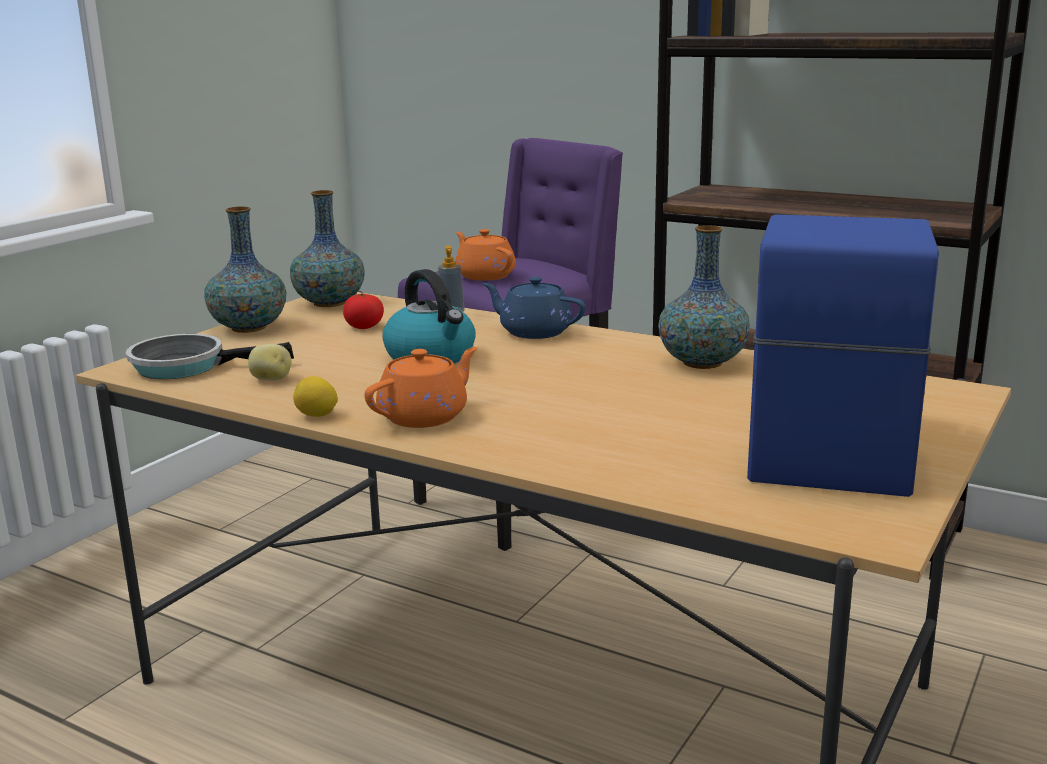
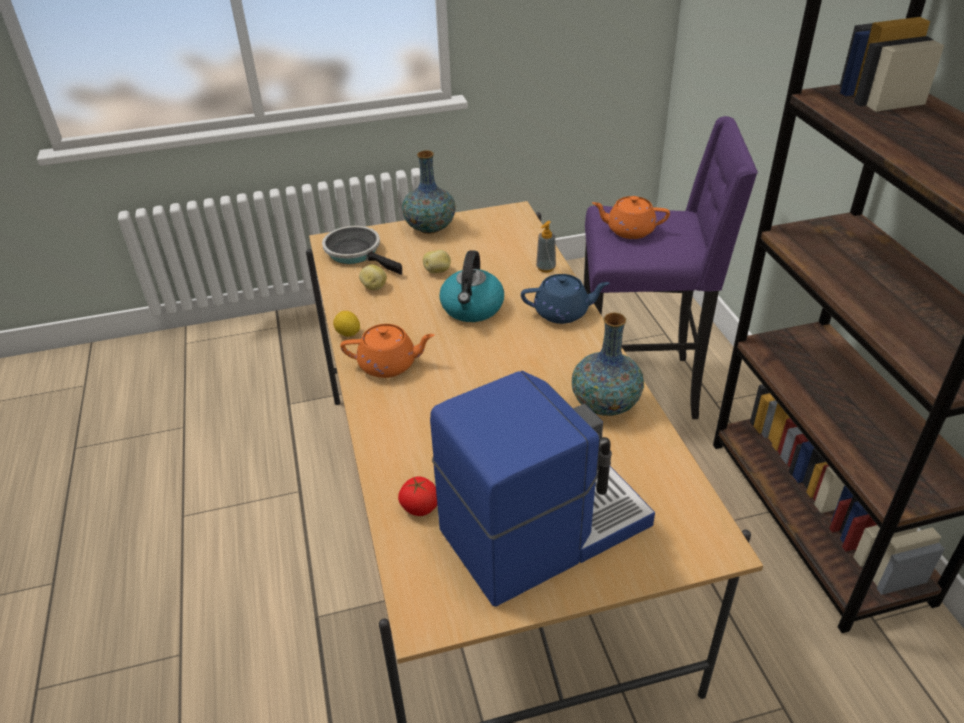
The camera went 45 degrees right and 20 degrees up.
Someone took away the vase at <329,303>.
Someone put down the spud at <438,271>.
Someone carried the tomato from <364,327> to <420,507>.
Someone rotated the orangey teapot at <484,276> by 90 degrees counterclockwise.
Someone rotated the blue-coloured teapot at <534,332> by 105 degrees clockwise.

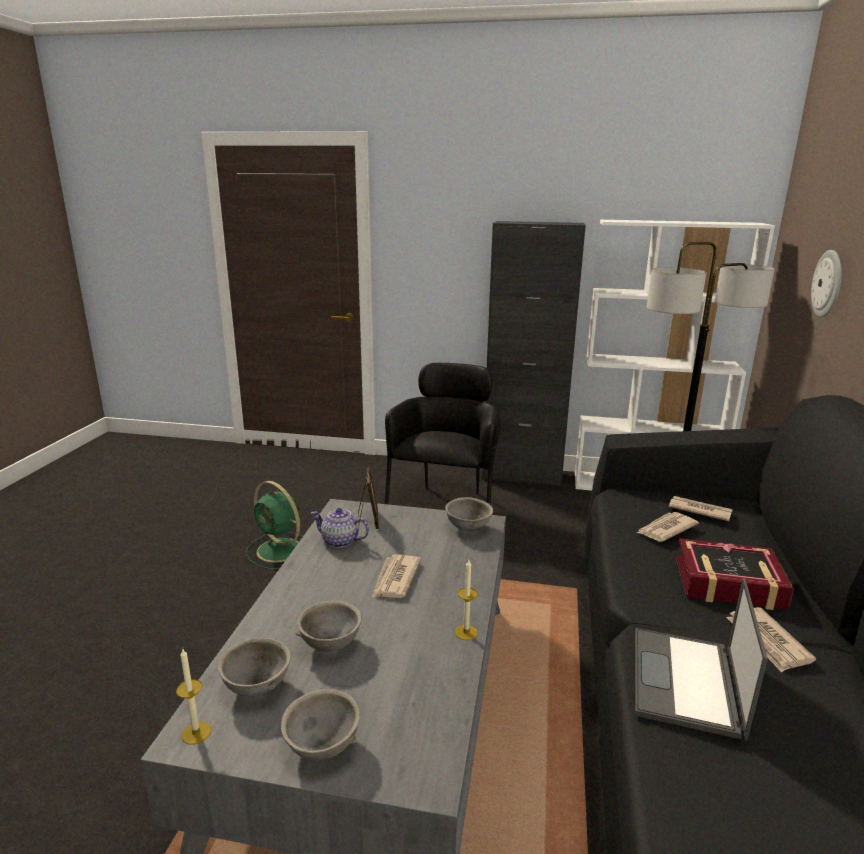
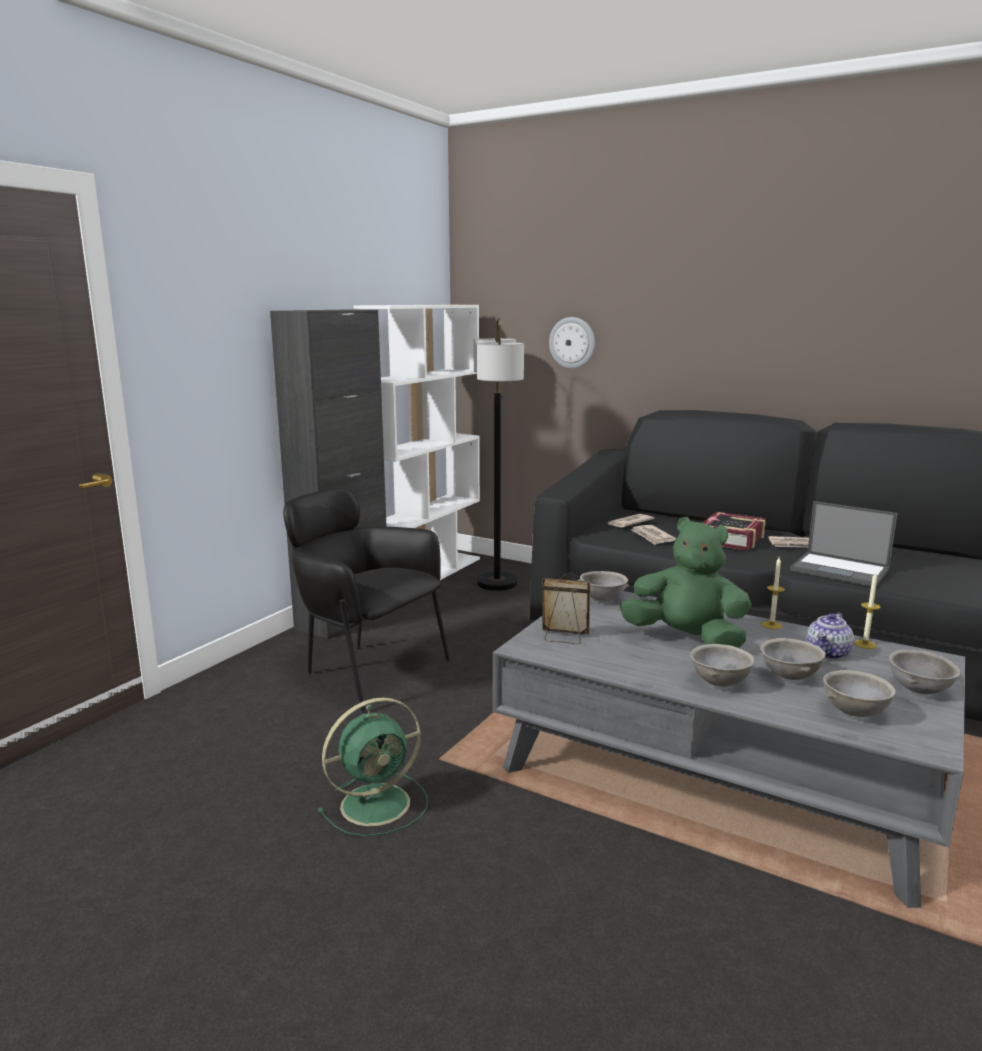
The camera went 70 degrees left and 5 degrees down.
Someone put down the greyish serving bowl at <719,683>.
Someone carried the wax light from <196,733> to <865,644>.
Someone carried the teapot from <339,541> to <828,653>.
Someone swapped the newspaper at <395,579> for the green-coloured plush toy at <686,639>.

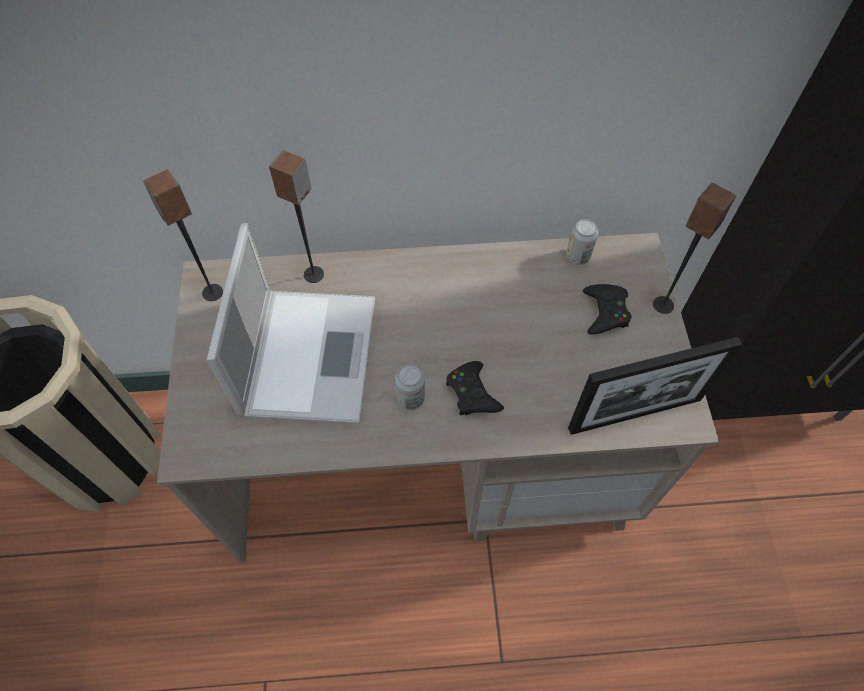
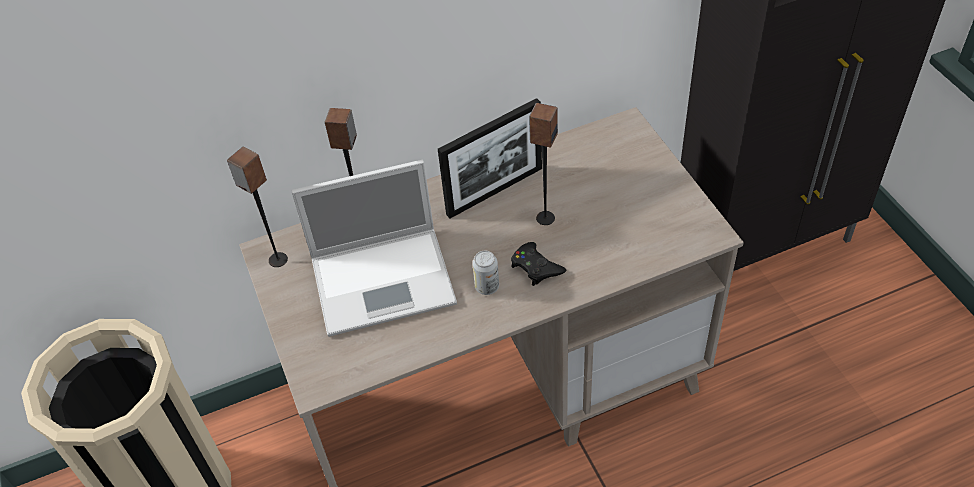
The camera went 15 degrees left and 10 degrees down.
Someone took away the sealed can at <578,256>.
Someone took away the black joypad at <605,312>.
Someone carried the picture frame from <635,414> to <494,191>.
Someone carried the audio speaker from <662,304> to <545,218>.
Someone rotated the laptop at <309,353> by 90 degrees clockwise.

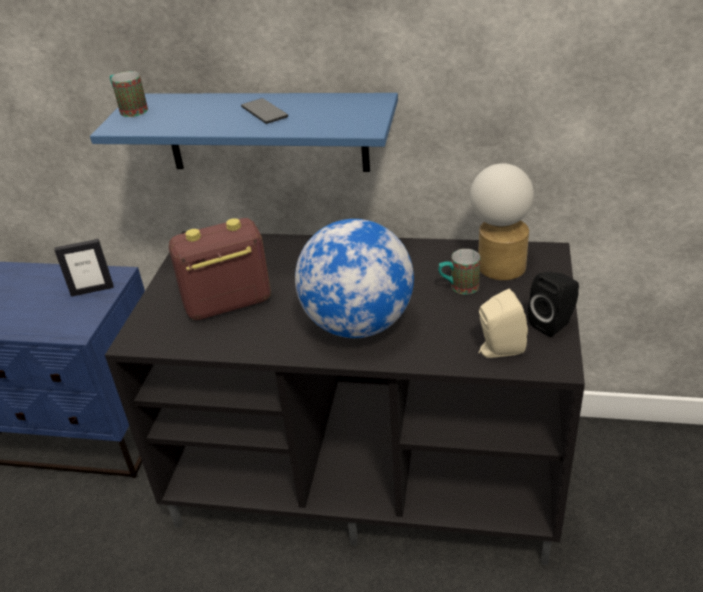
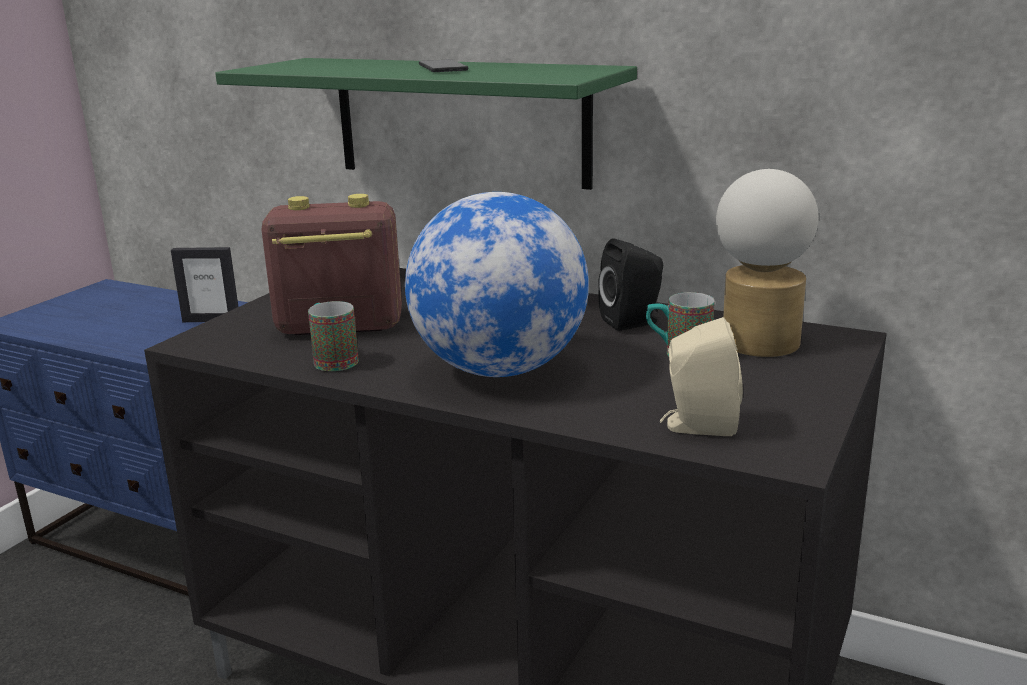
The camera went 15 degrees right and 15 degrees down.
Someone carried the coffee mug from <130,110> to <332,359>.
Someone carried the black audio speaker from <553,324> to <633,322>.
Someone repainted the blue-coloured wall shelf at <266,132>, which became the green-coloured wall shelf at <459,121>.

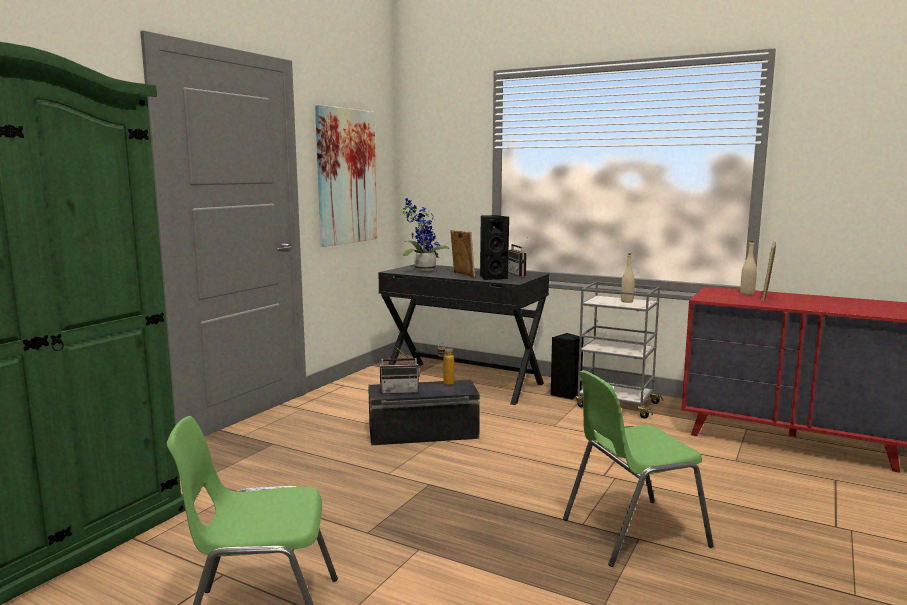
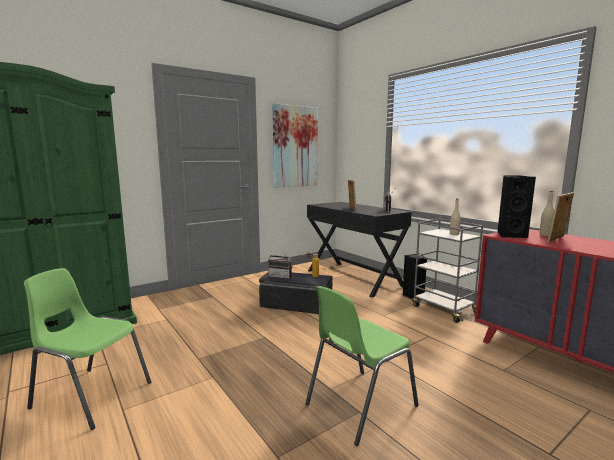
The camera went 25 degrees right and 0 degrees up.
Someone took away the potted plant at <422,269>.
Someone carried the black audio speaker from <492,277> to <510,235>.
Someone rotated the green-coloured plain chair at <631,532> by 45 degrees counterclockwise.

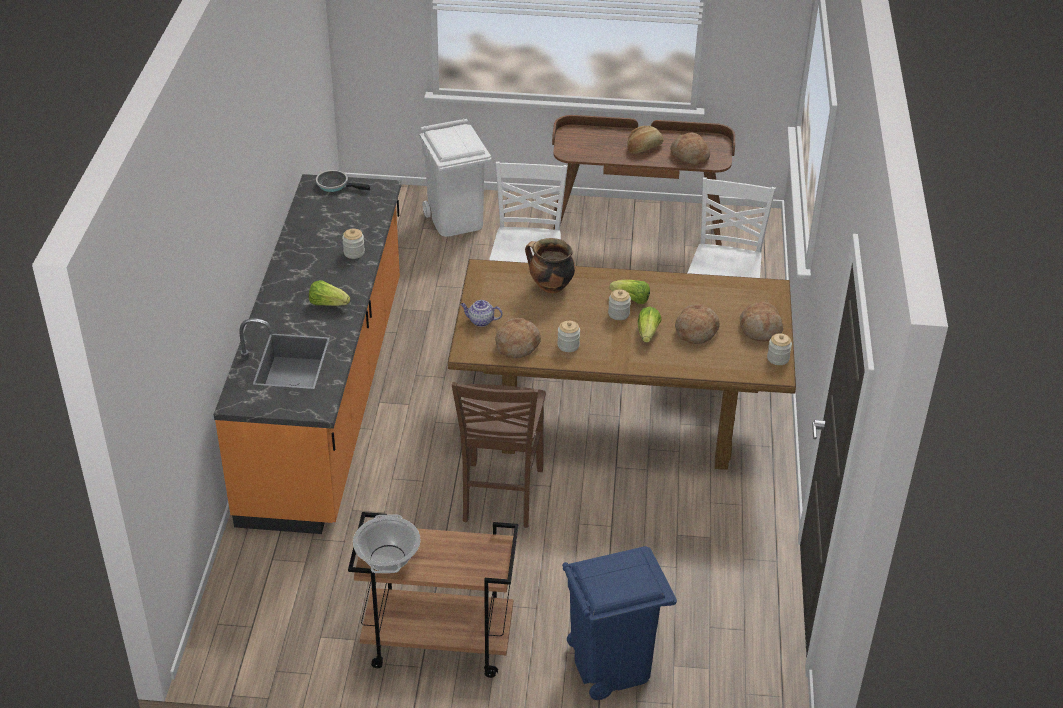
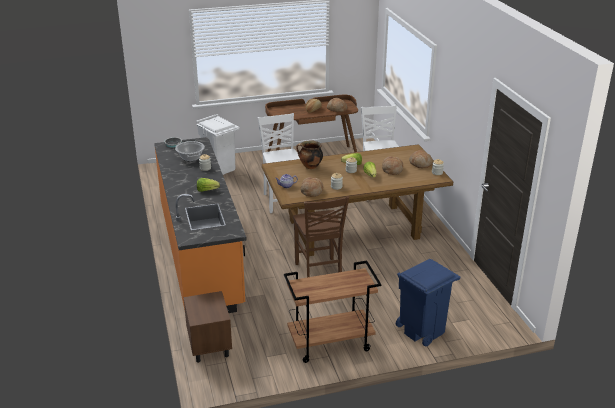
The camera went 20 degrees left and 10 degrees down.
Someone put down the brown bedside table at <209,346>.
Someone carried the stockpot from <387,558> to <190,157>.

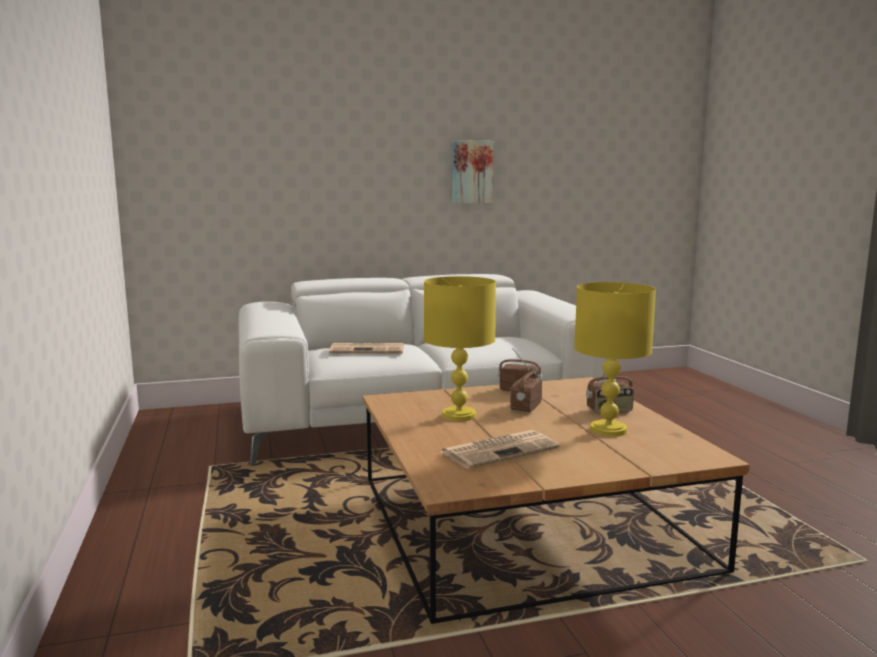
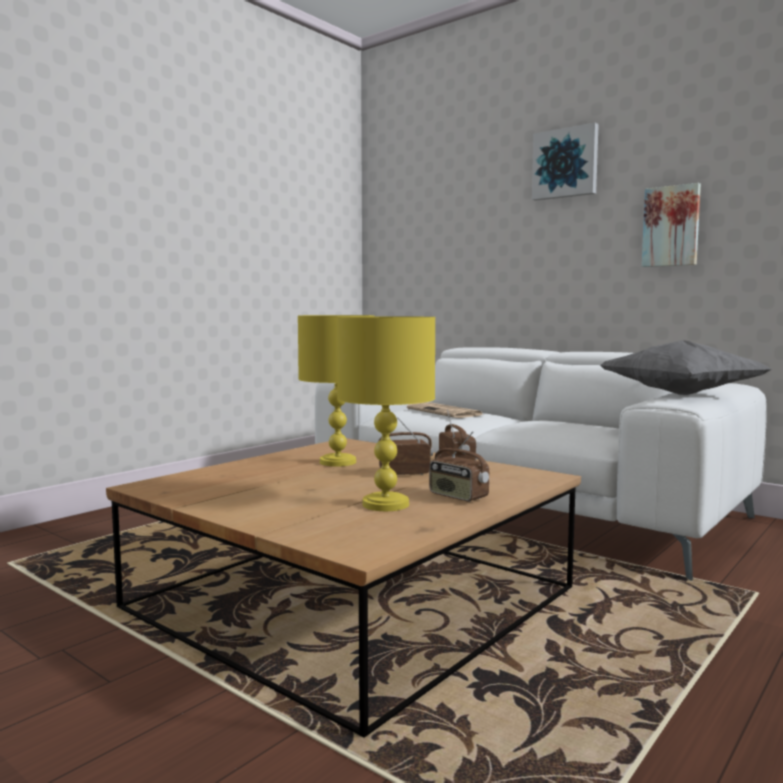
The camera went 55 degrees right and 5 degrees down.
Someone took away the newspaper at <500,450>.
Someone put up the picture at <565,163>.
Someone put down the greyish pillow at <680,394>.

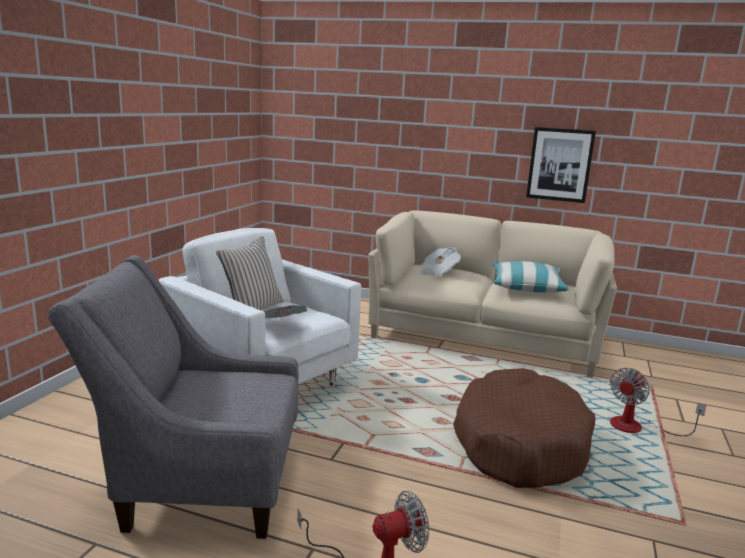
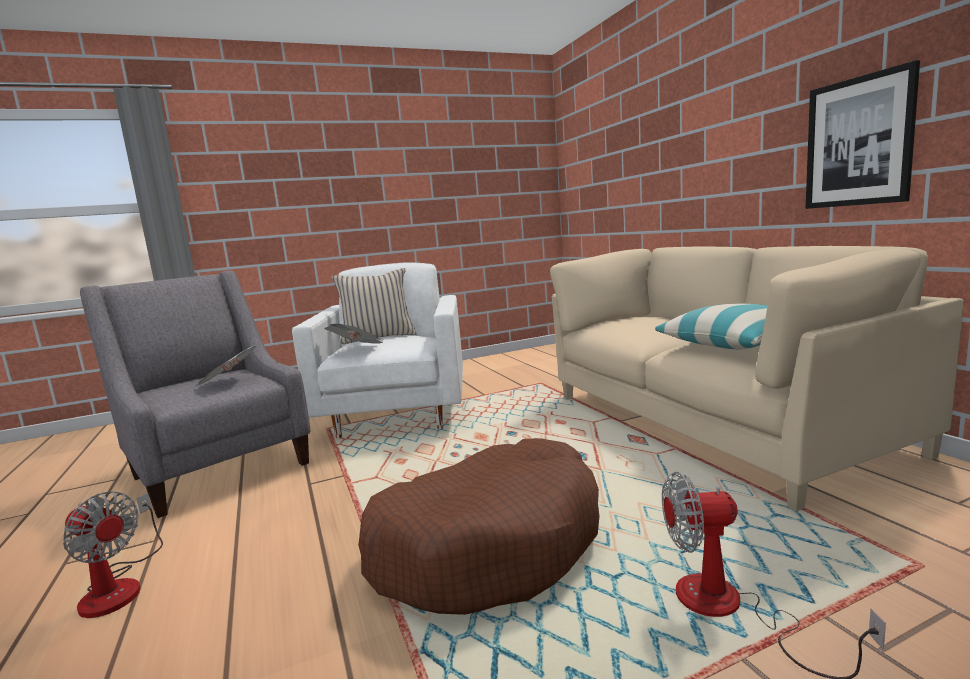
The camera went 50 degrees right and 5 degrees down.
Someone carried the newspaper from <437,272> to <228,382>.

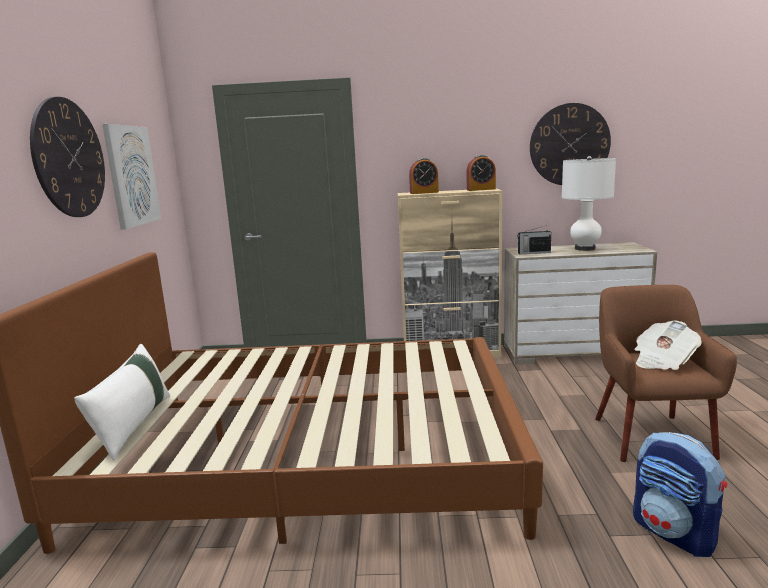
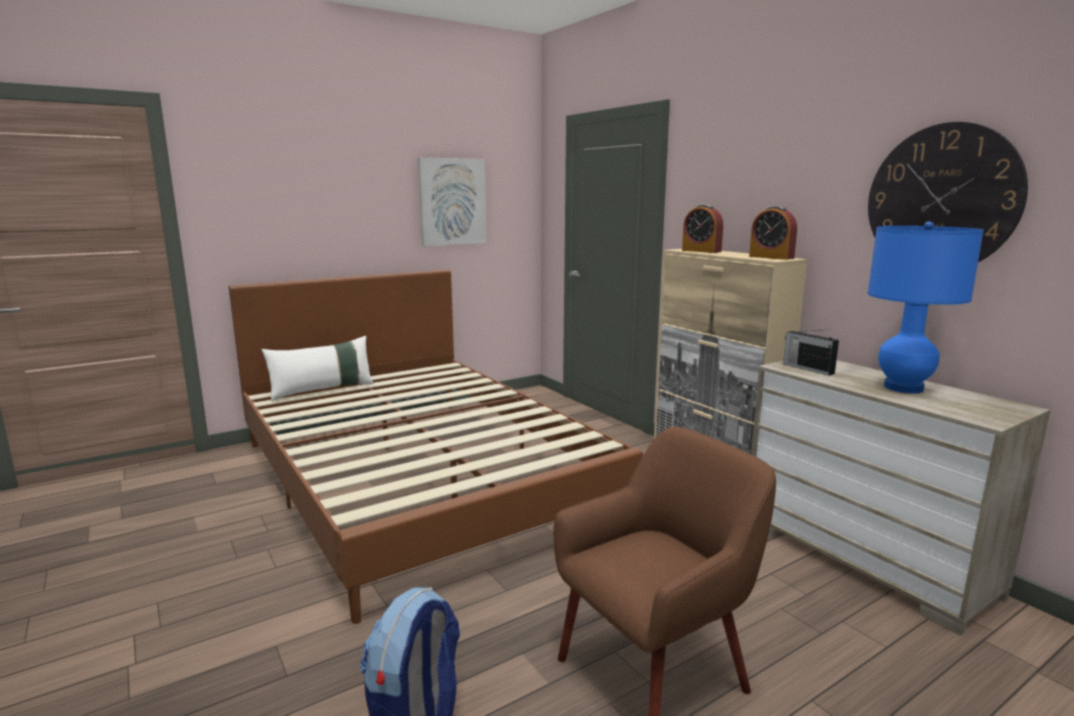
The camera went 55 degrees right and 0 degrees up.
Someone took away the clock on the wall at <69,158>.
Someone took away the newspaper at <662,361>.
Someone repainted the white-coloured lamp for a table at <585,249>, which became the blue-coloured lamp for a table at <903,388>.

